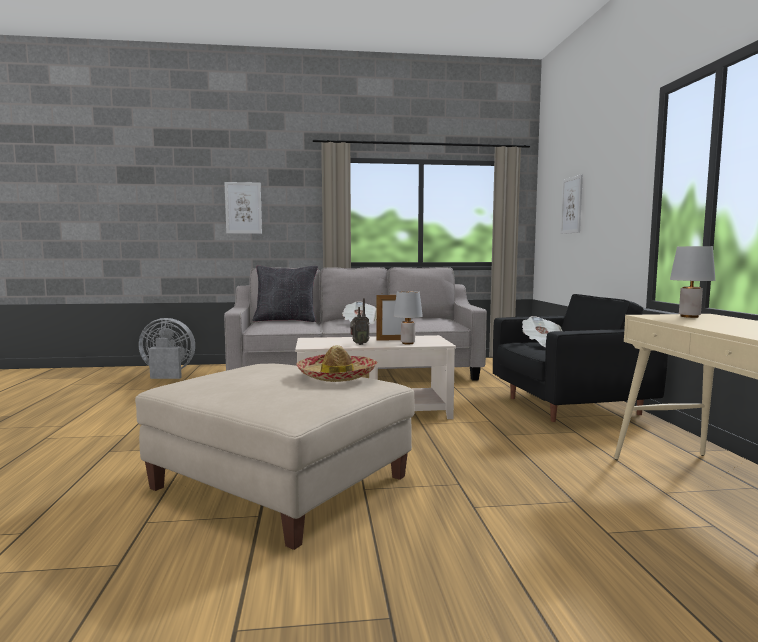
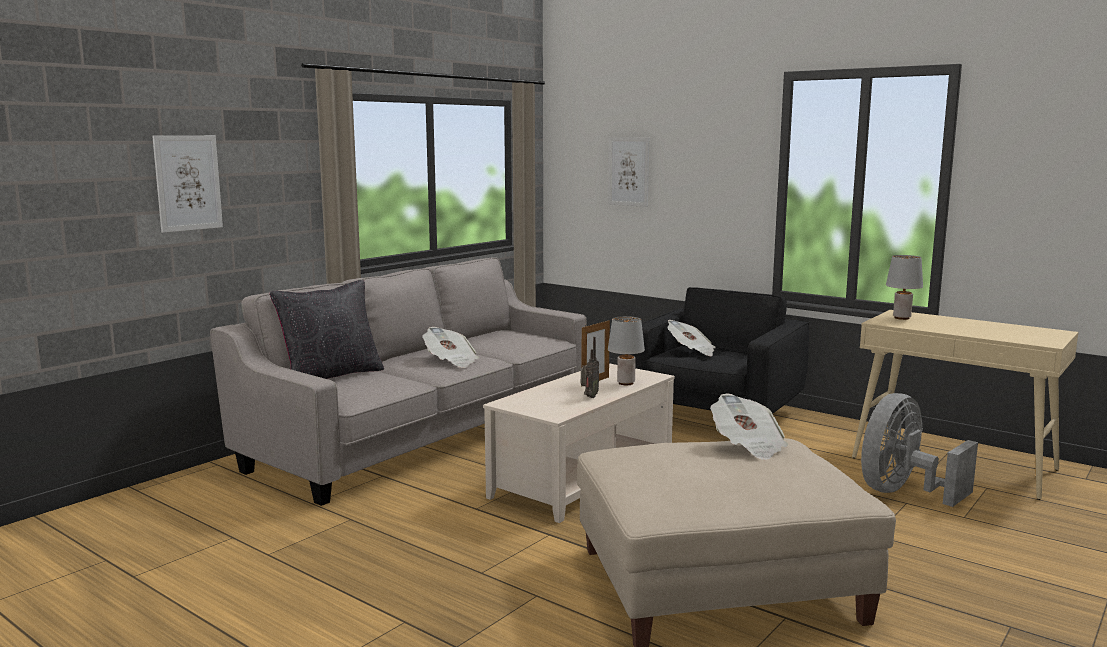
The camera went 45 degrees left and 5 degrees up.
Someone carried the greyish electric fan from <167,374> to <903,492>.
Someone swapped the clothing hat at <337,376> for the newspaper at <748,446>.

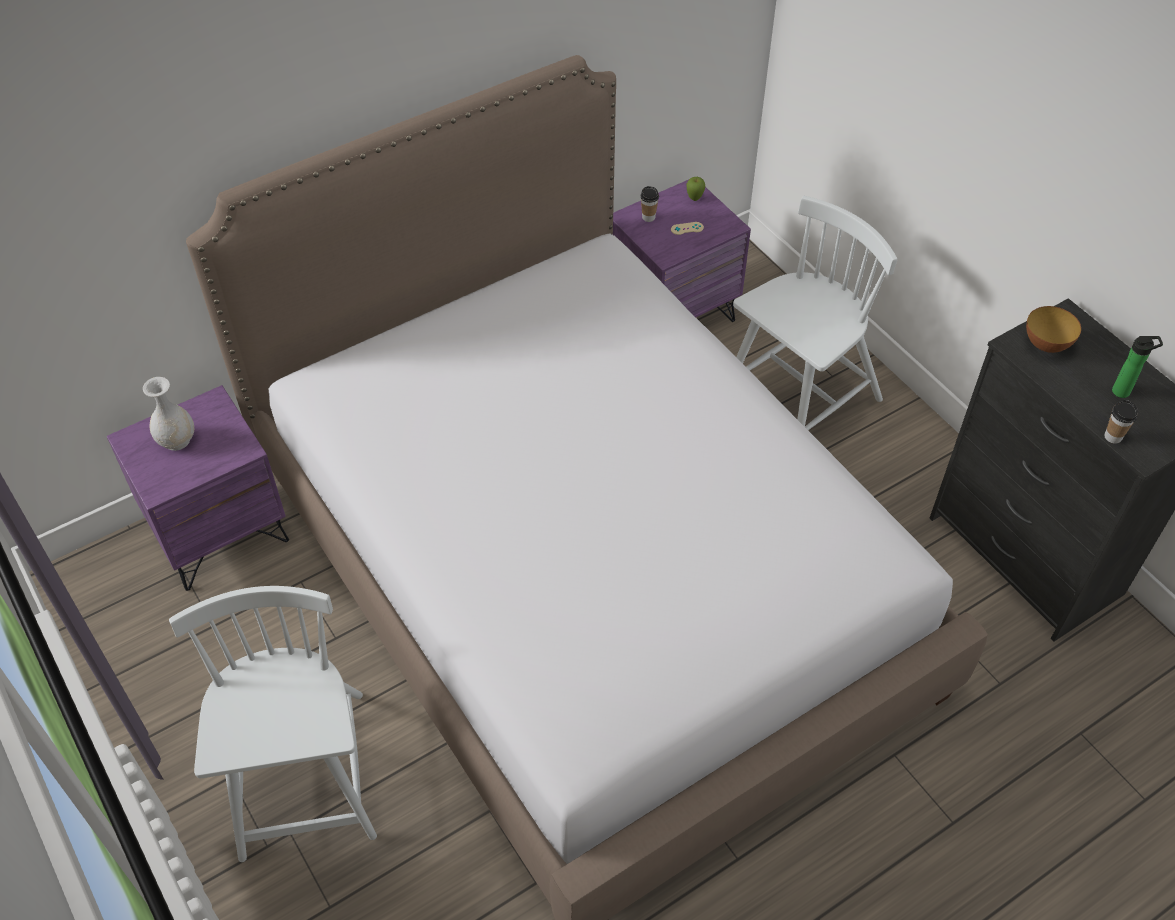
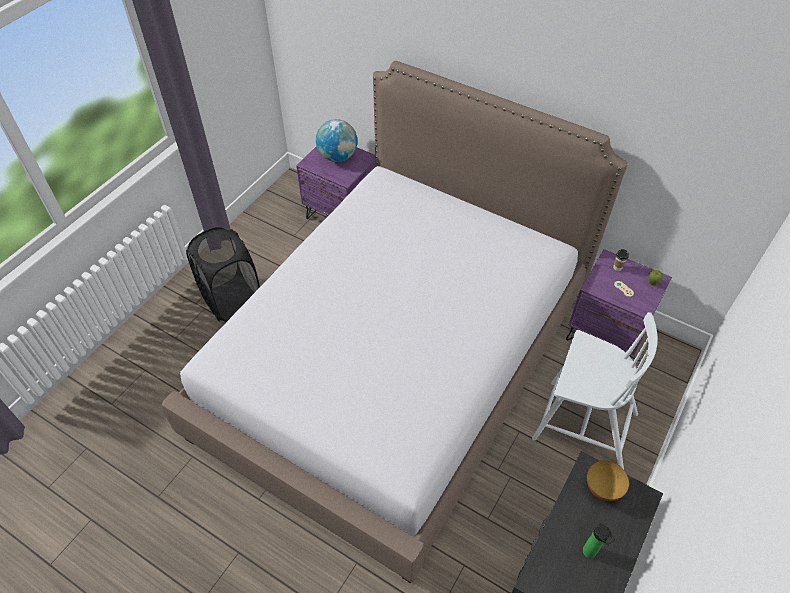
The camera went 65 degrees right and 0 degrees up.
Someone took away the drinking cup at <1113,437>.
Someone swapped the white-coloured vase at <177,440> for the desk globe at <338,157>.
Someone swapped the white-coloured plain chair at <305,778> for the black hamper at <232,301>.

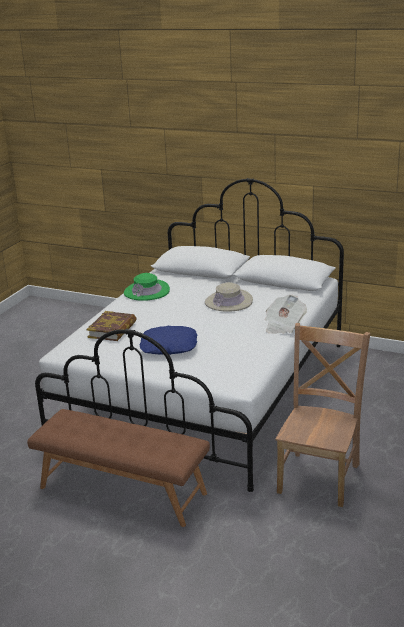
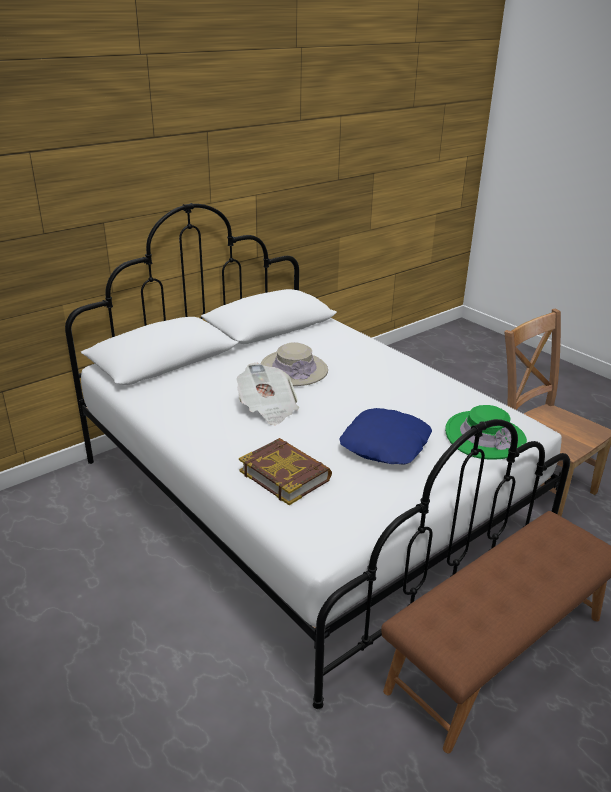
The camera went 65 degrees left and 5 degrees up.
Someone carried the green-coloured clothing hat from <146,291> to <484,437>.
Someone carried the newspaper from <283,326> to <268,408>.

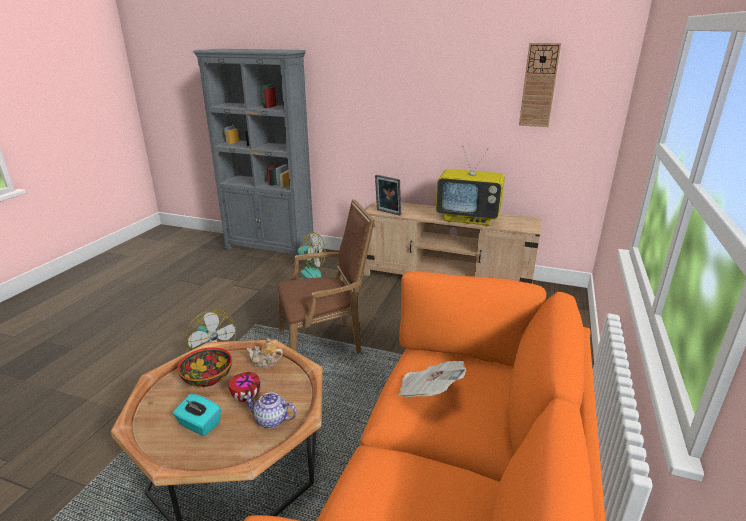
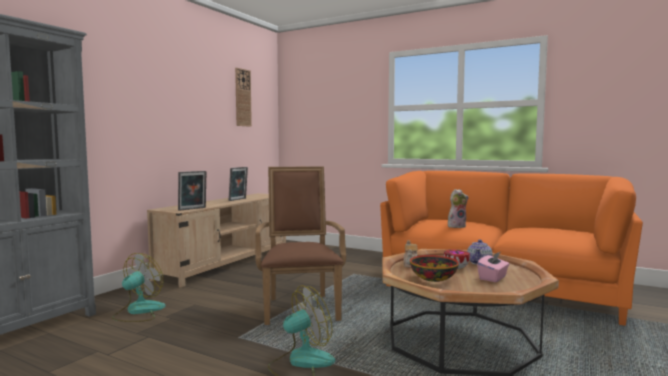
The camera went 80 degrees left and 20 degrees down.
Someone swapped the newspaper at <428,392> for the plush toy at <456,226>.
Someone swapped the television at <468,218> for the picture frame at <238,199>.
Someone repainted the blue-green tissue holder at <199,424>, which became the pink tissue holder at <493,278>.

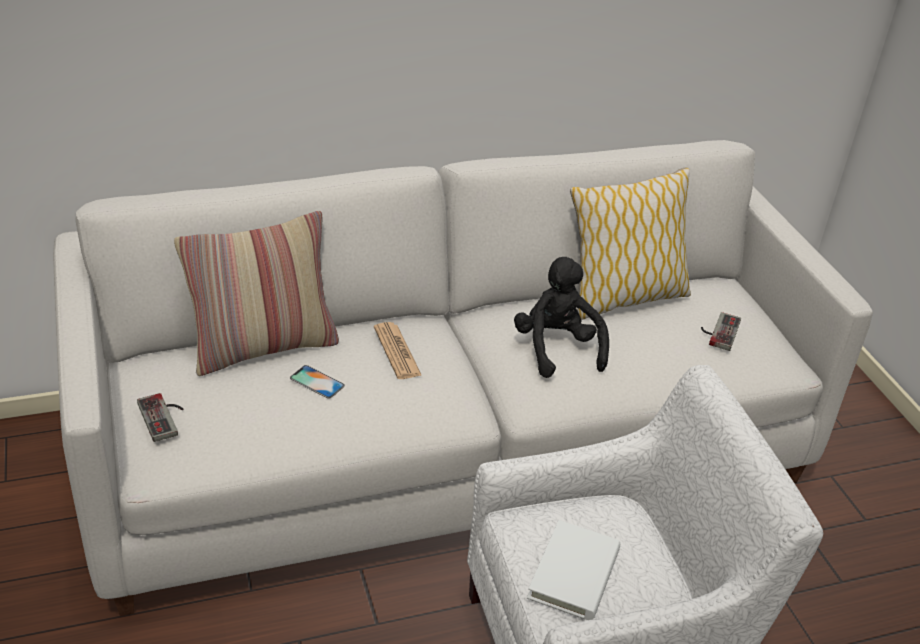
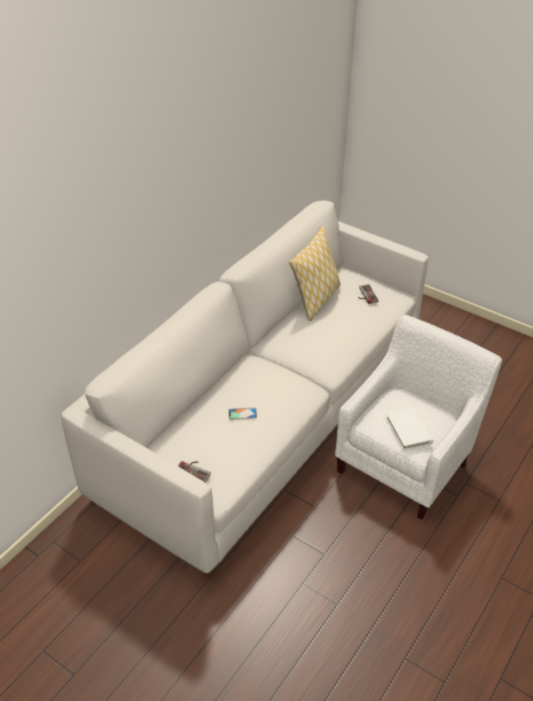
The camera went 35 degrees left and 5 degrees up.
Someone took away the pillow at <263,347>.
Someone took away the newspaper at <397,351>.
Someone took away the black plush toy at <556,349>.

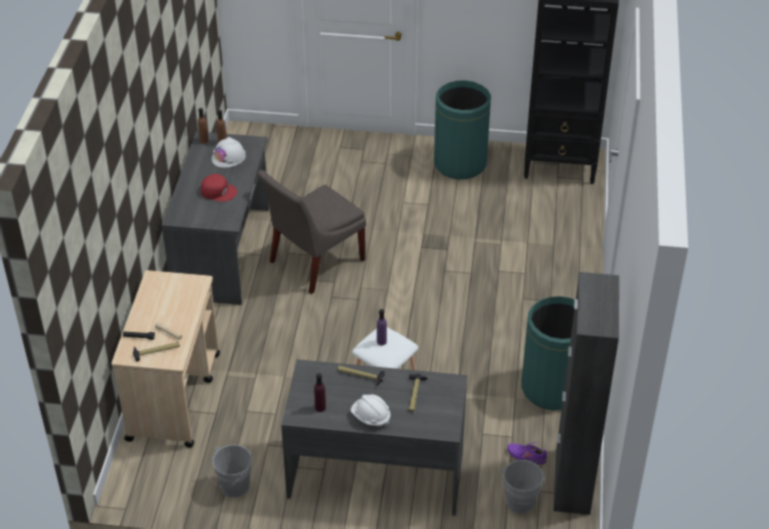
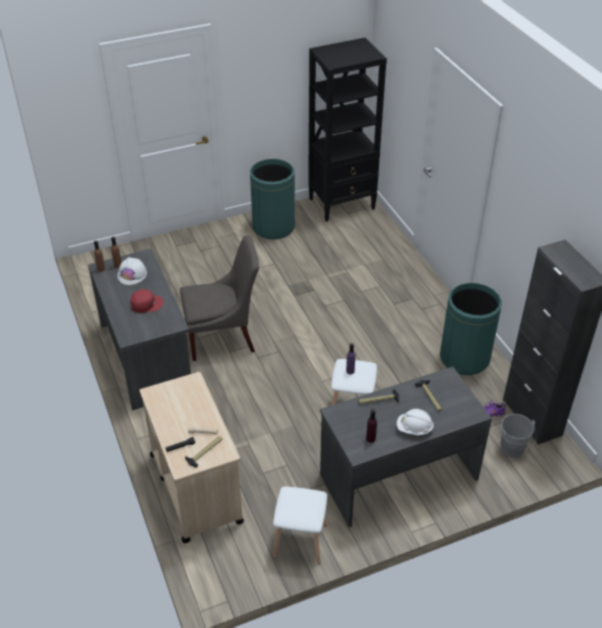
The camera went 30 degrees left and 0 degrees up.
Someone swapped the greyish water bucket at <232,488> for the white-coloured stool seat at <301,540>.
Someone rotated the greyish plain chair at <313,262> by 120 degrees counterclockwise.

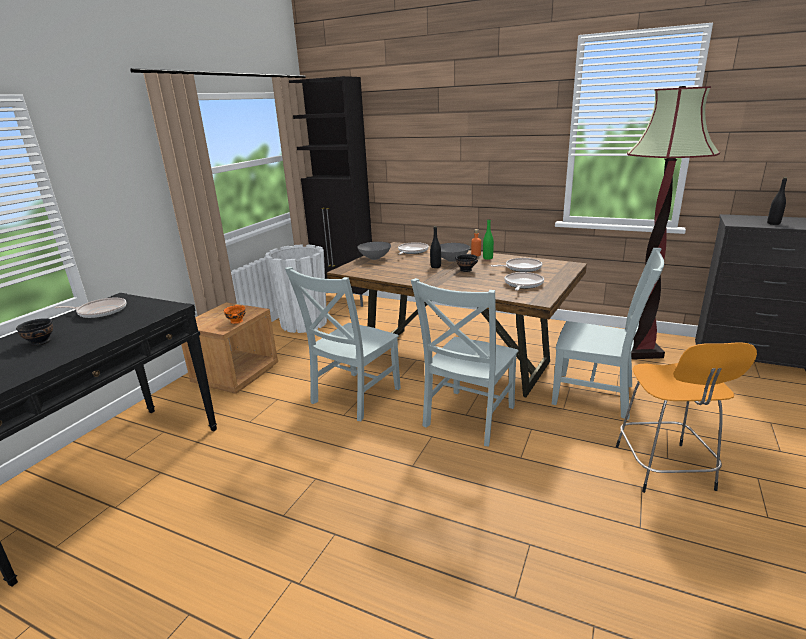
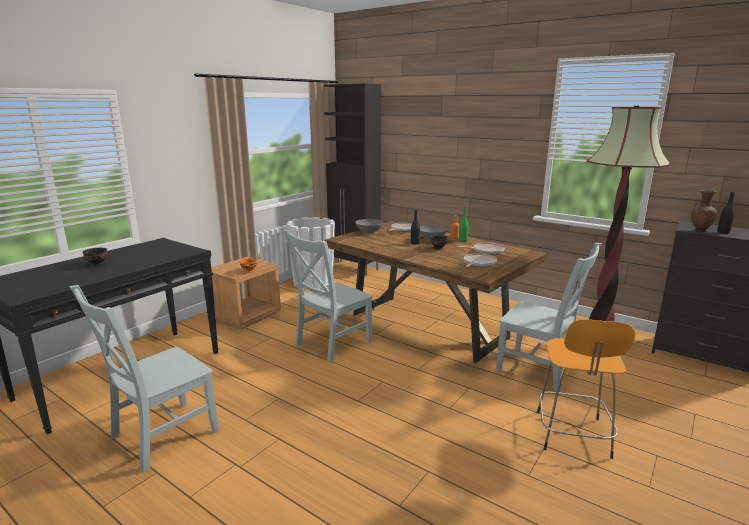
The camera went 10 degrees right and 5 degrees down.
Someone took away the frying pan at <100,311>.
Someone put down the brown vase at <699,231>.
Someone carried the greyish plain chair from <467,418> to <160,436>.

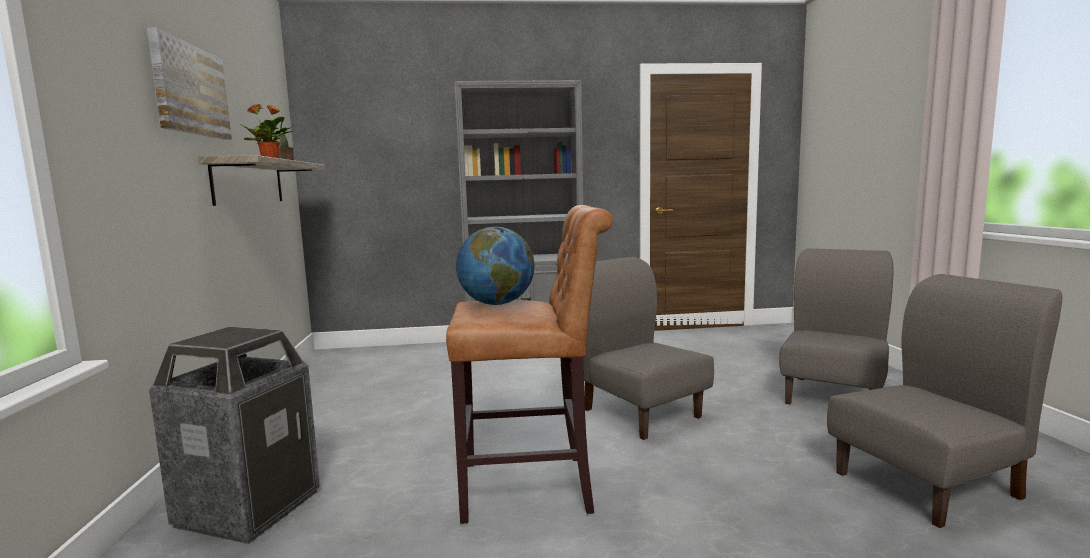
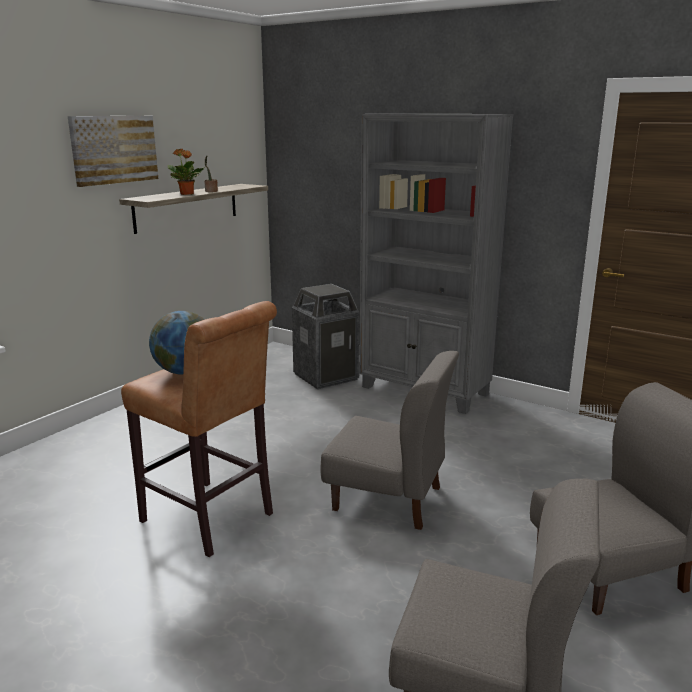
The camera went 40 degrees right and 10 degrees up.
Someone carried the waste bin from <249,508> to <326,376>.
Someone rotated the greyish plain chair at <640,412> by 105 degrees clockwise.

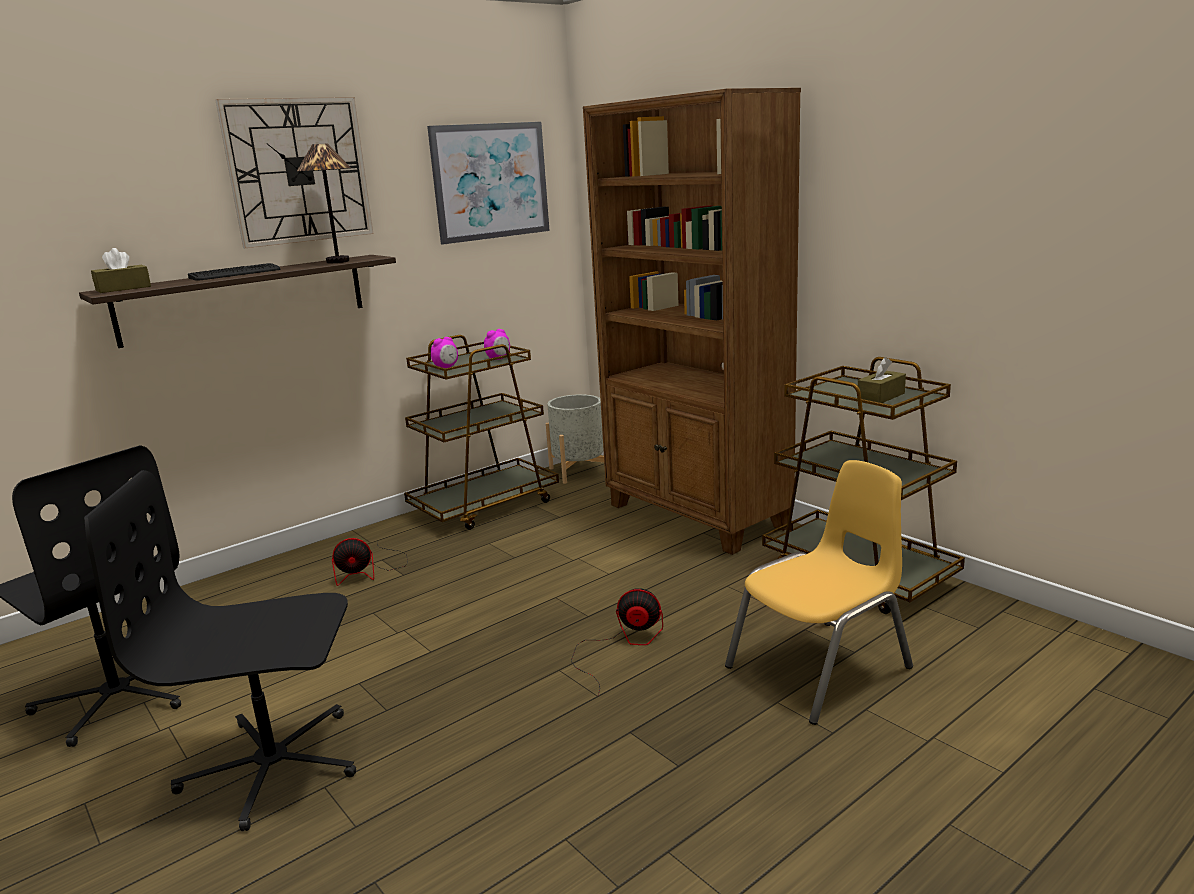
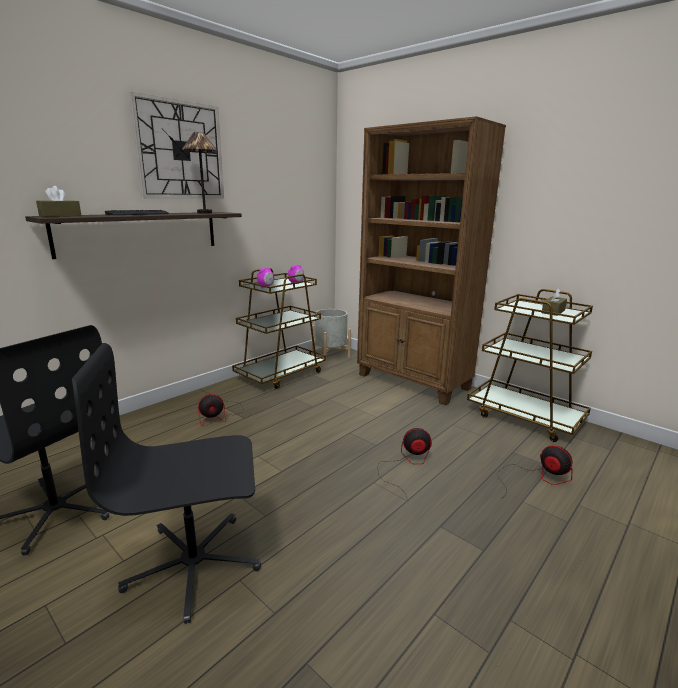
The camera went 10 degrees left and 0 degrees up.
Someone took away the picture at <490,181>.
Someone swapped the yellow plain chair at <821,668> for the electric fan at <536,478>.

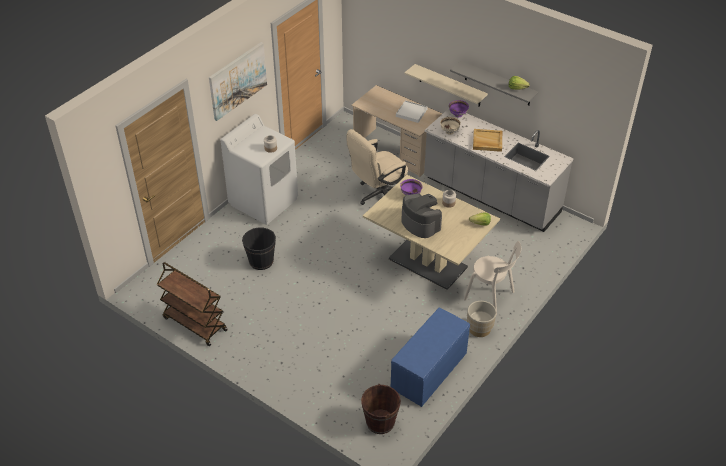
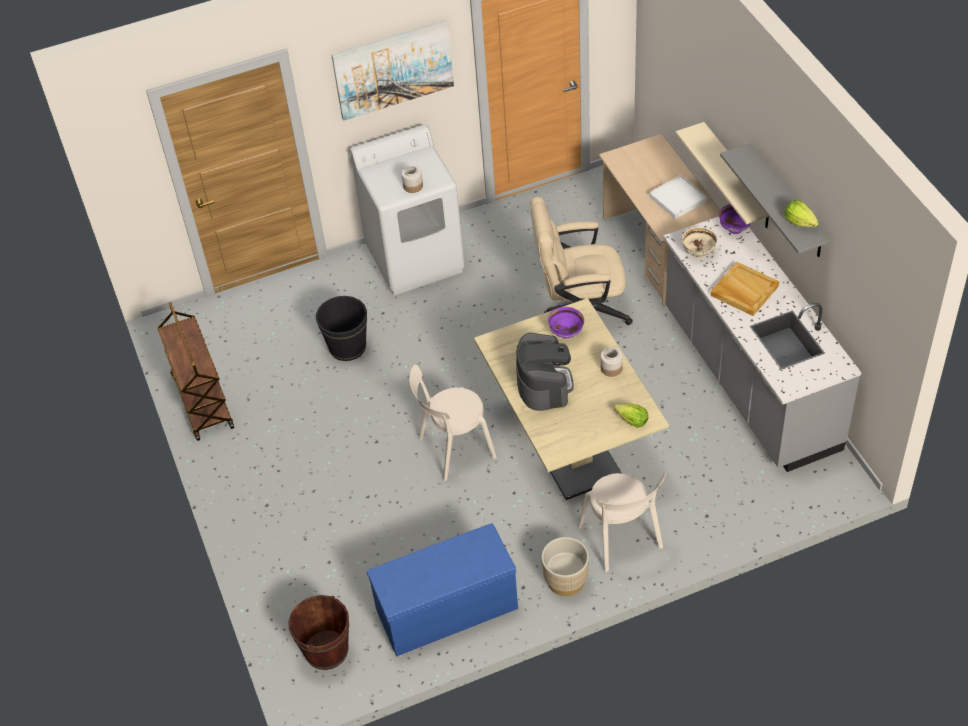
The camera went 35 degrees right and 5 degrees up.
Someone put down the sand-coloured plain chair at <453,449>.

